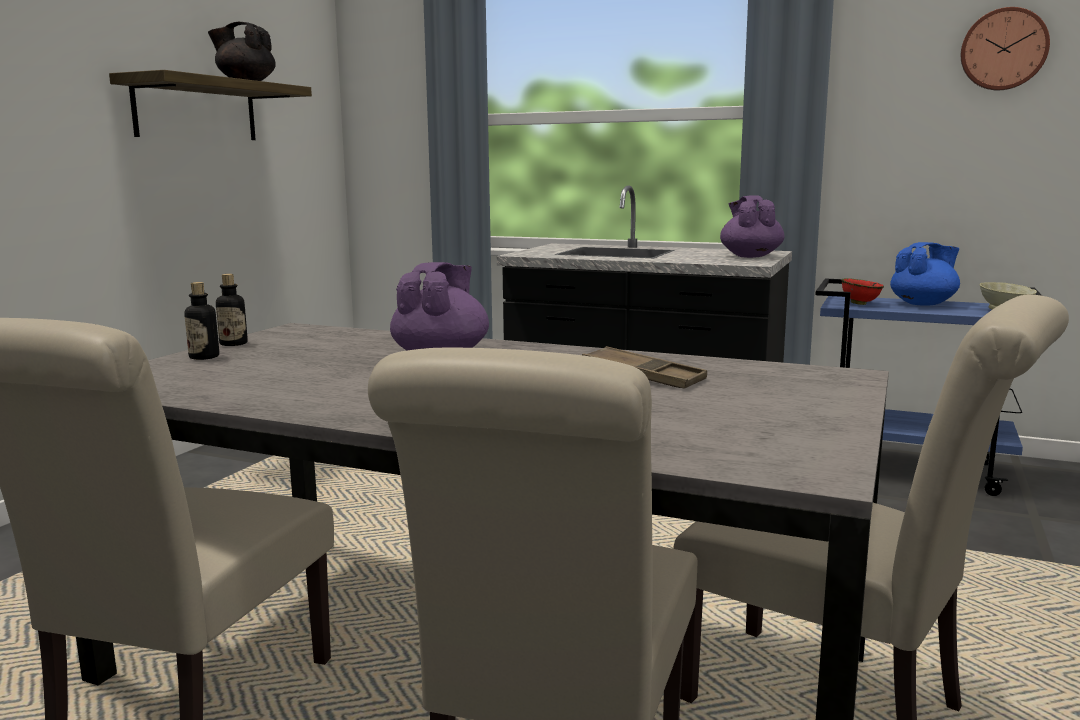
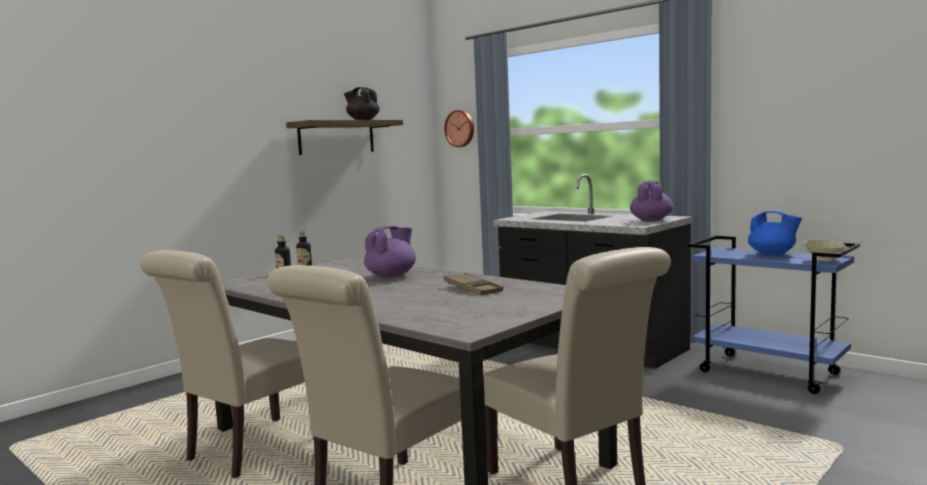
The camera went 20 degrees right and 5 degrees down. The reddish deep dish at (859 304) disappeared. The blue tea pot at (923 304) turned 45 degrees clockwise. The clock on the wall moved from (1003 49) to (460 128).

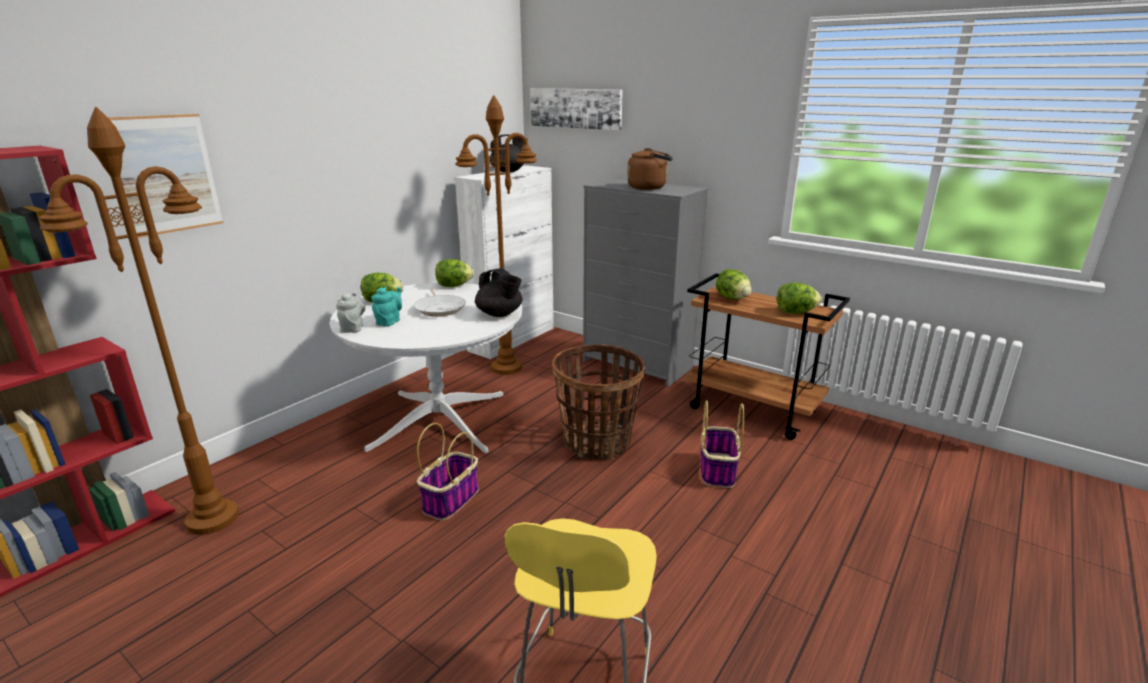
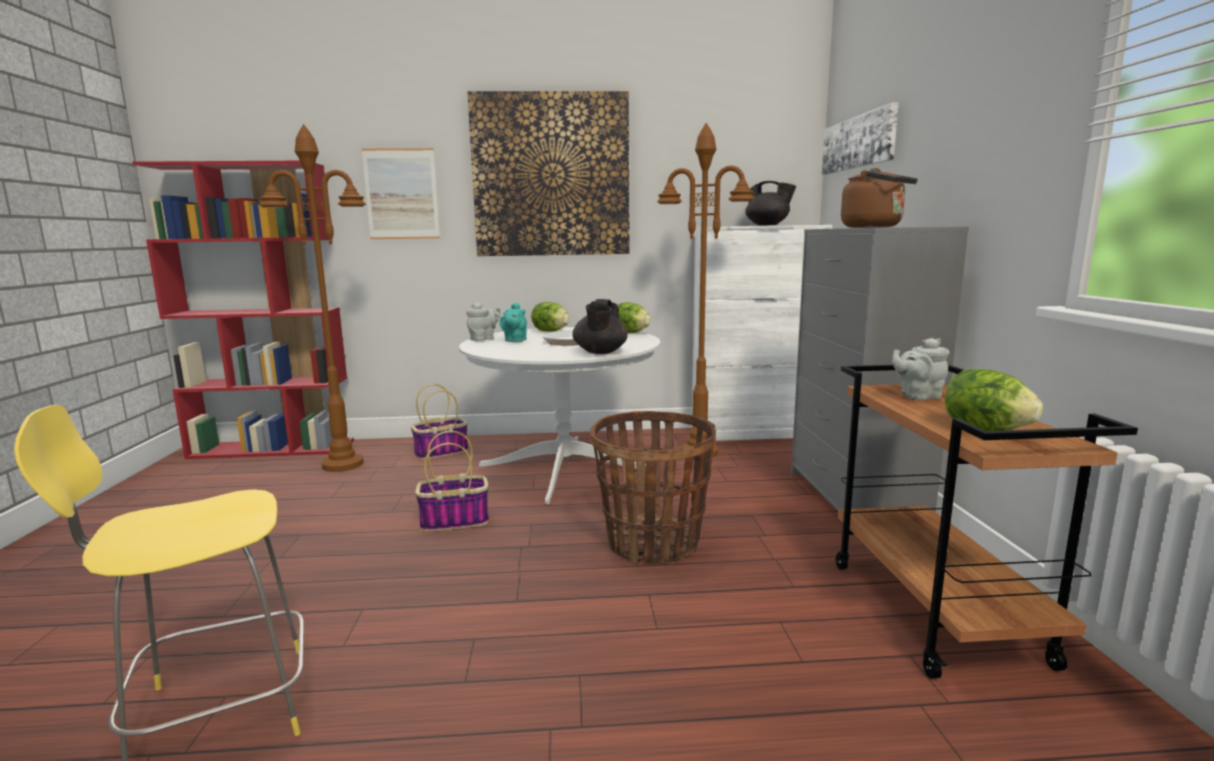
The camera went 50 degrees right and 10 degrees down. The blue-green tea pot at (389 321) turned 120 degrees clockwise. The household basket moved from (717 470) to (441 452). The head of lettuce at (732 298) was replaced by the grey tea pot at (917 396). The wall art at (551 175) appeared.

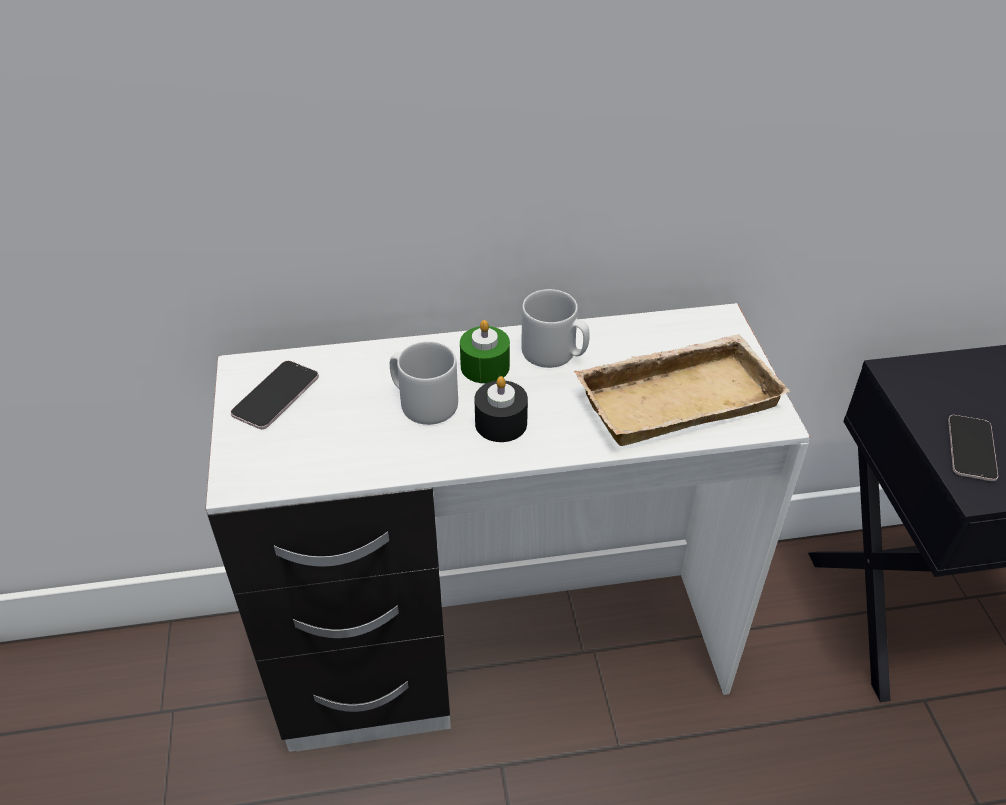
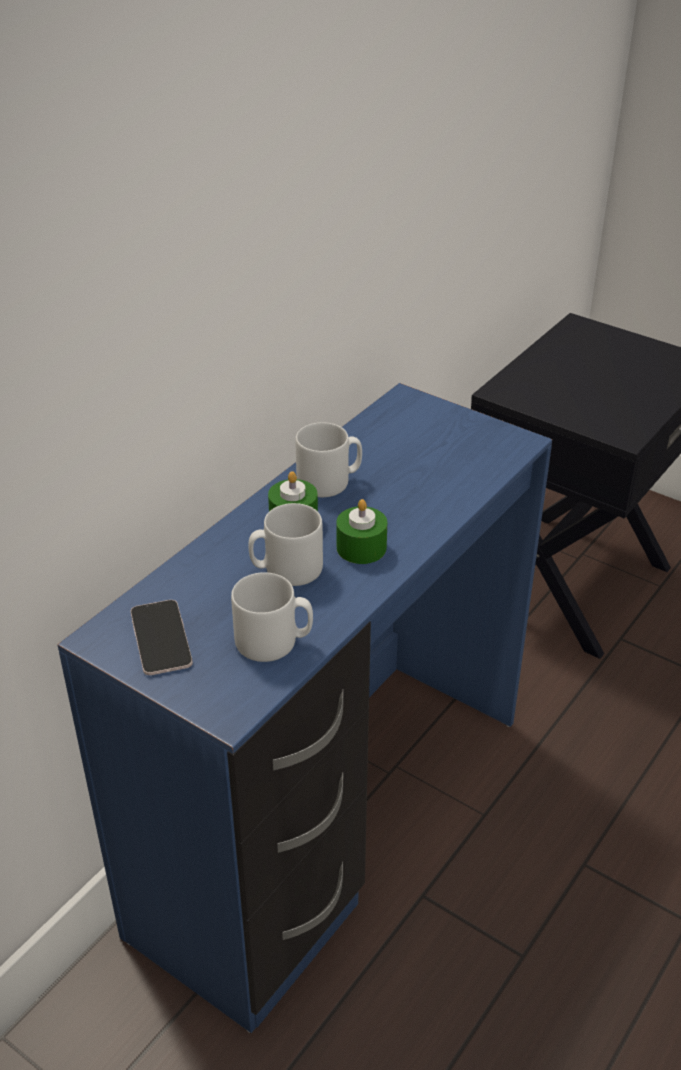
The camera went 45 degrees left and 5 degrees down. The white desk unit at (503 658) became the blue desk unit at (338 823). The black-coloured wax light at (501 423) became the green wax light at (361 547). The beige tray at (677 396) disappeared. The phone at (971 448) disappeared. The grey tea mug at (274 642) appeared.

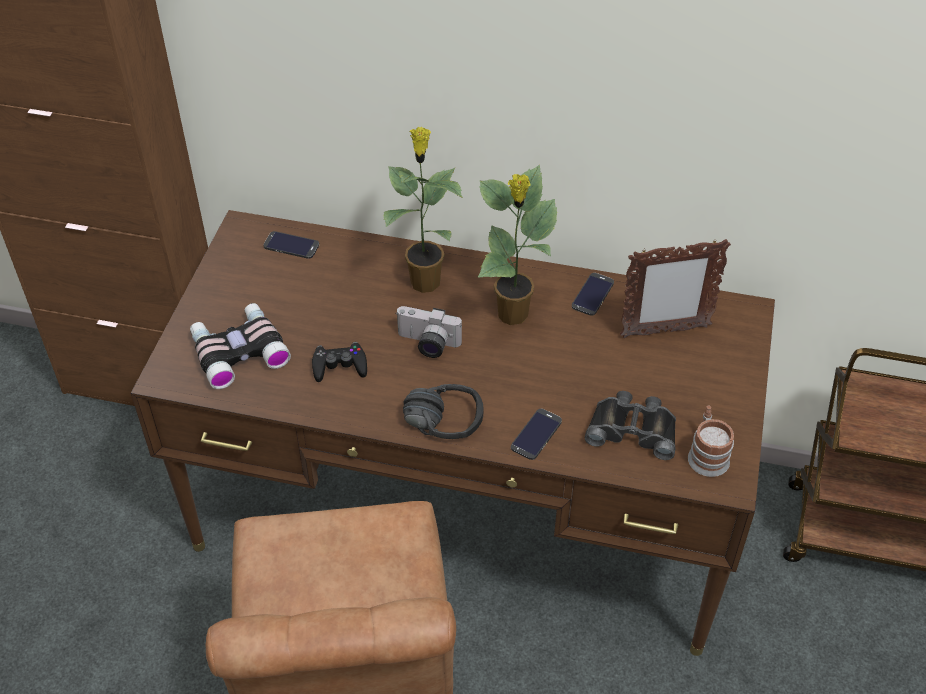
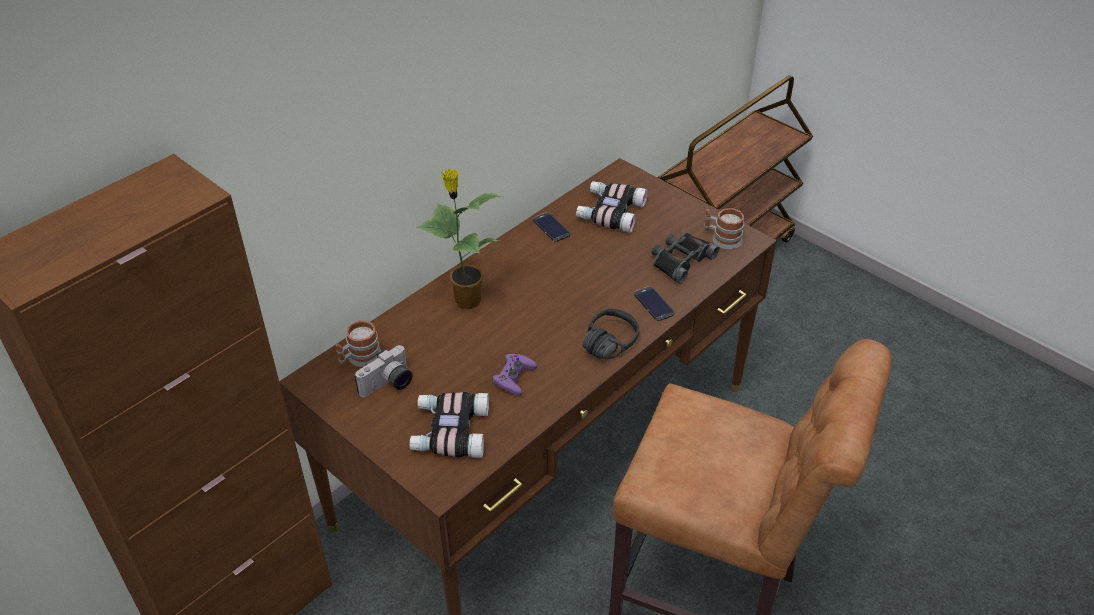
The camera went 60 degrees left and 5 degrees down. The phone at (291 245) was replaced by the tea mug at (359 358). The black-coloured gamepad at (339 366) became the purple gamepad at (514 378). The photo camera moved from (427 344) to (388 385). The plant in a pot at (513 315) disappeared. The photo frame at (664 331) was replaced by the binoculars at (610 212).

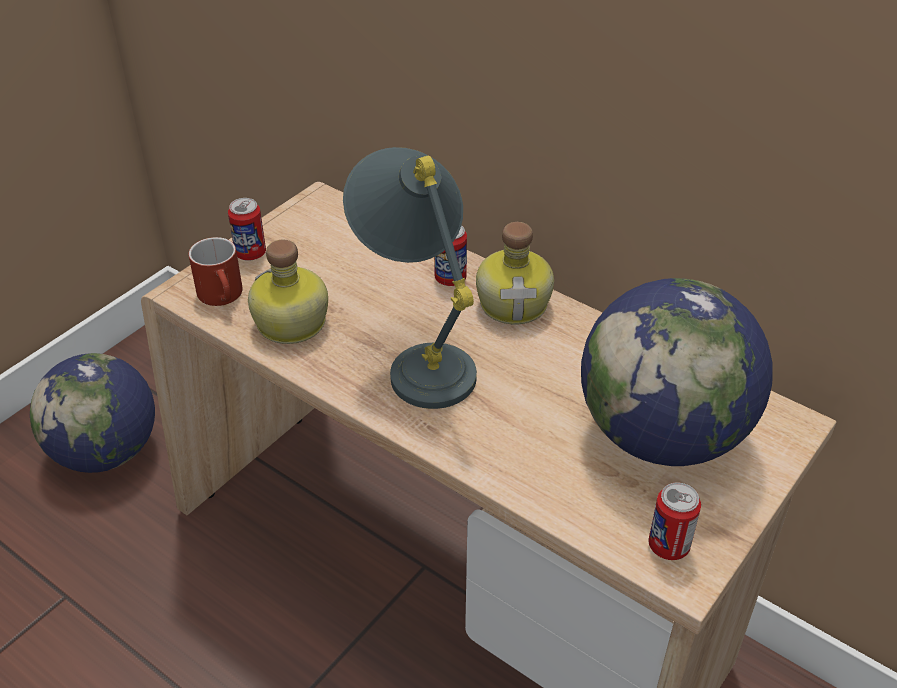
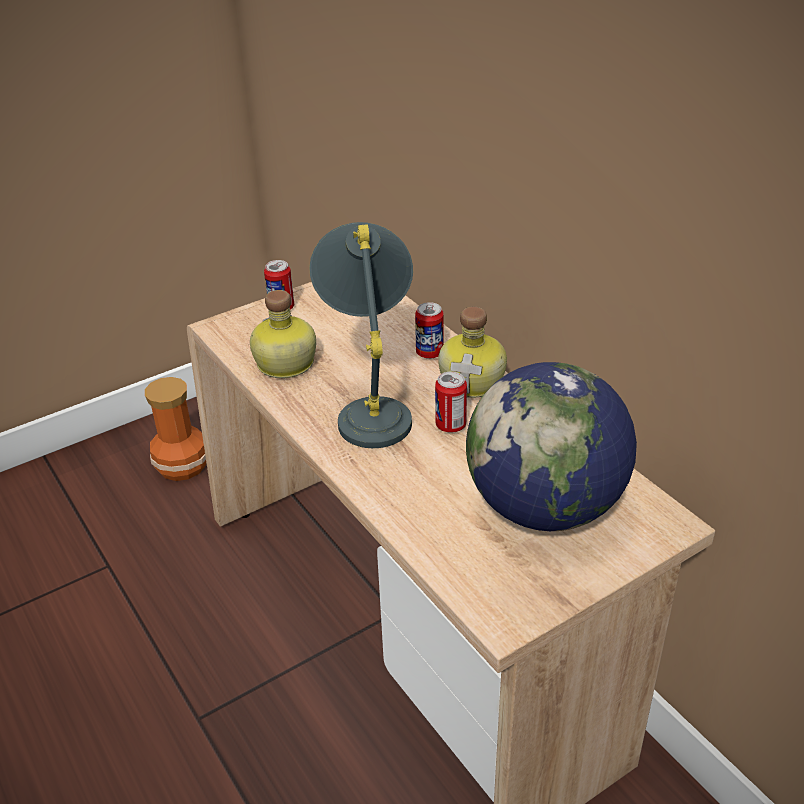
The camera went 20 degrees right and 5 degrees down. The desk globe at (106 452) was replaced by the flower vase at (181 466). The reddish tea mug at (224 296) disappeared. The sealed can moved from (668 546) to (450 425).

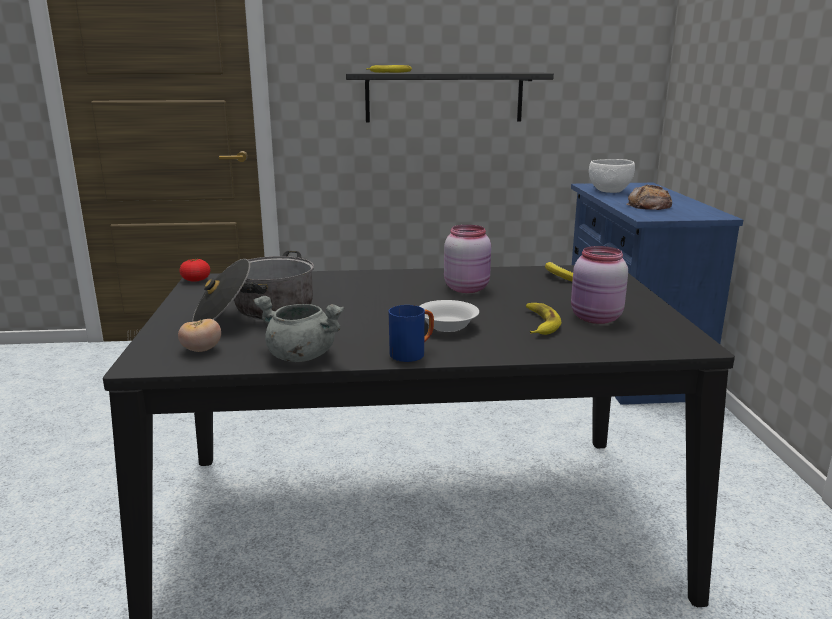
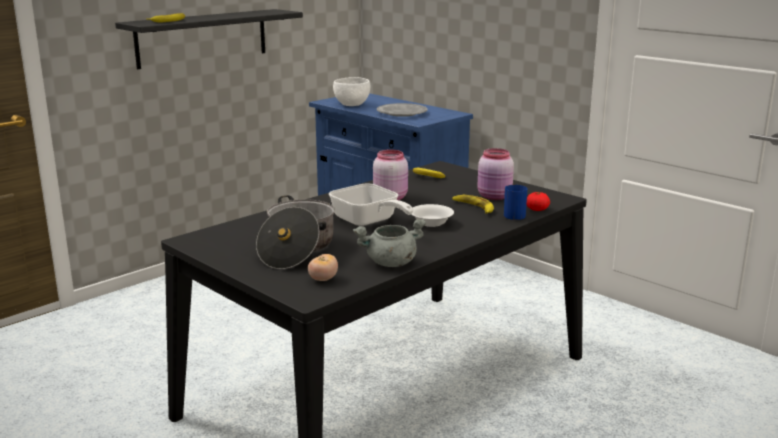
The camera went 40 degrees left and 0 degrees up. The whole tomato moved from (196 280) to (537 209). The blue tea mug moved from (412 354) to (515 215). The bread at (649 206) was replaced by the grey flat dish at (402 113). The skillet at (368 222) appeared.

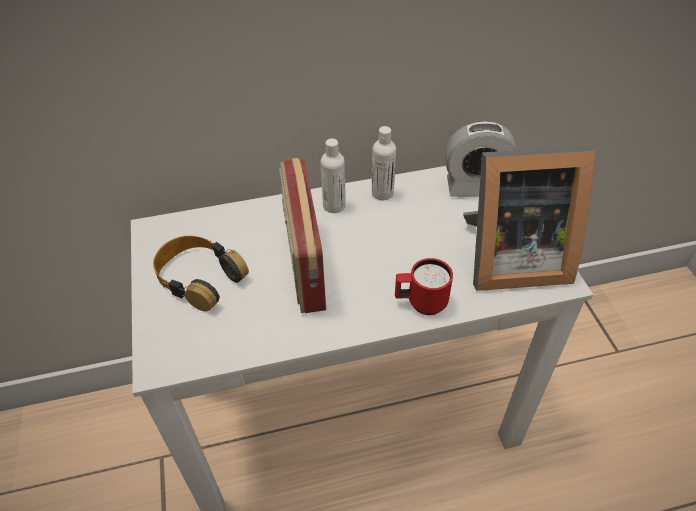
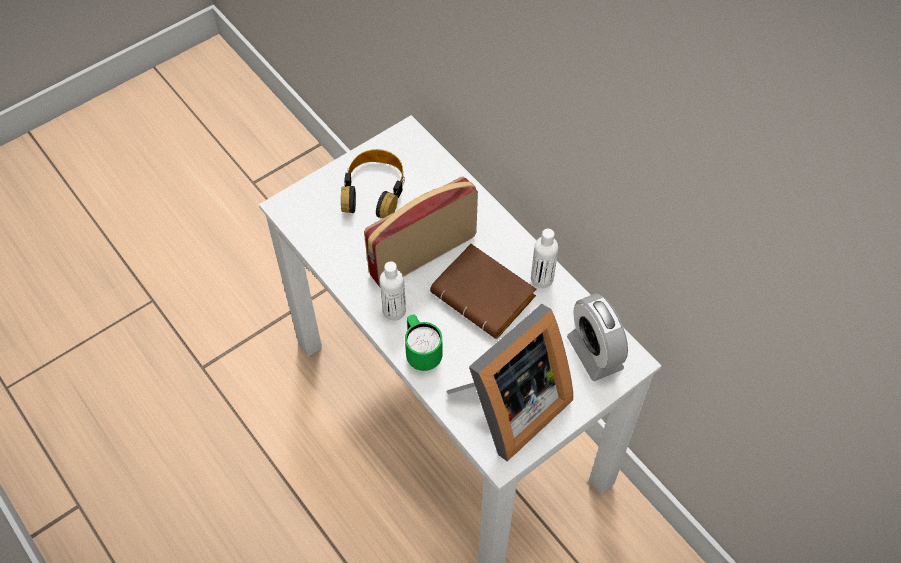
The camera went 65 degrees right and 10 degrees up. The white beverage bottle moved from (334 205) to (394 310). The reddish tea mug at (420 303) became the green tea mug at (421 353). The photo frame at (509 259) turned 105 degrees counterclockwise. The brown-coloured volume at (486 296) appeared.

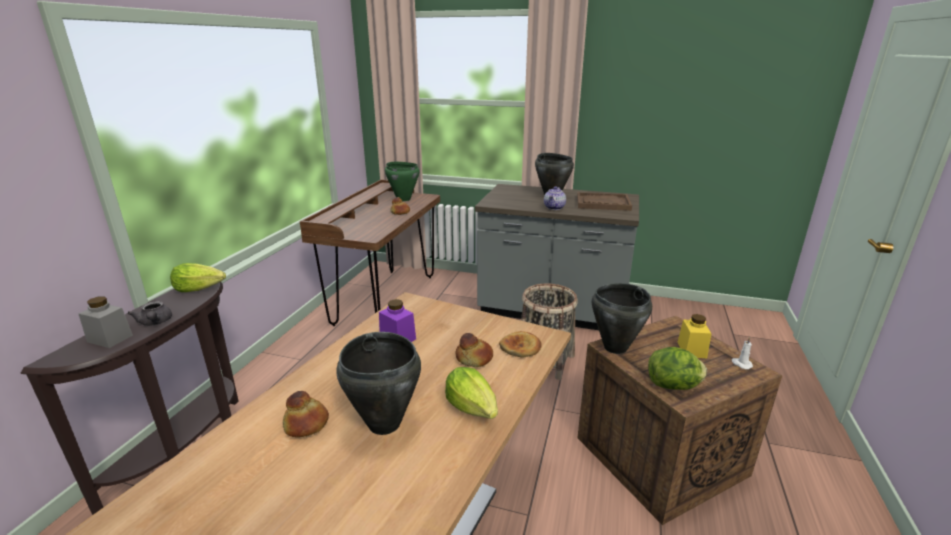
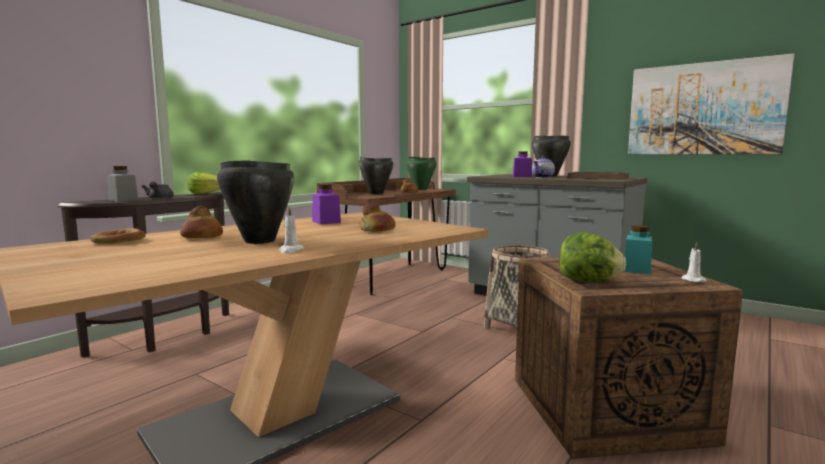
The camera went 20 degrees right and 15 degrees down. The head of lettuce at (472 408) disappeared. The bread moved from (521 347) to (118 241). The black-coloured cooking pot moved from (614 347) to (376 194). The yellowish storage jar at (691 350) became the blue-green storage jar at (636 269). The white wax light at (290 250) appeared. The purple storage jar at (522 176) appeared. The wall art at (703 109) appeared.

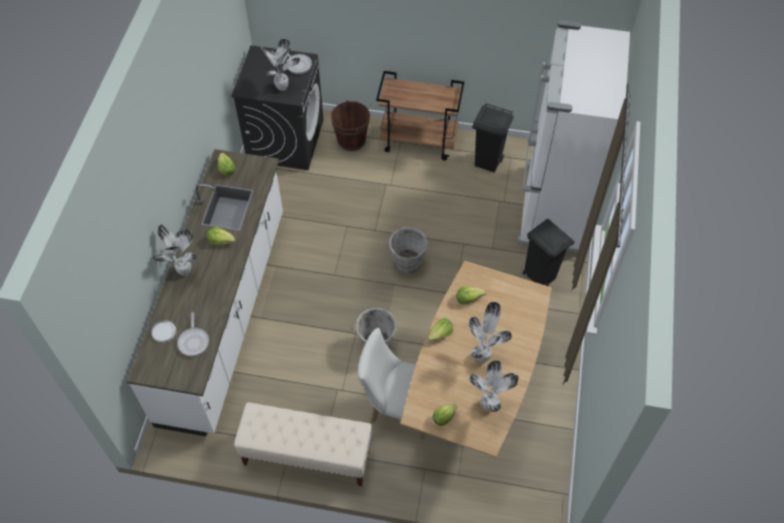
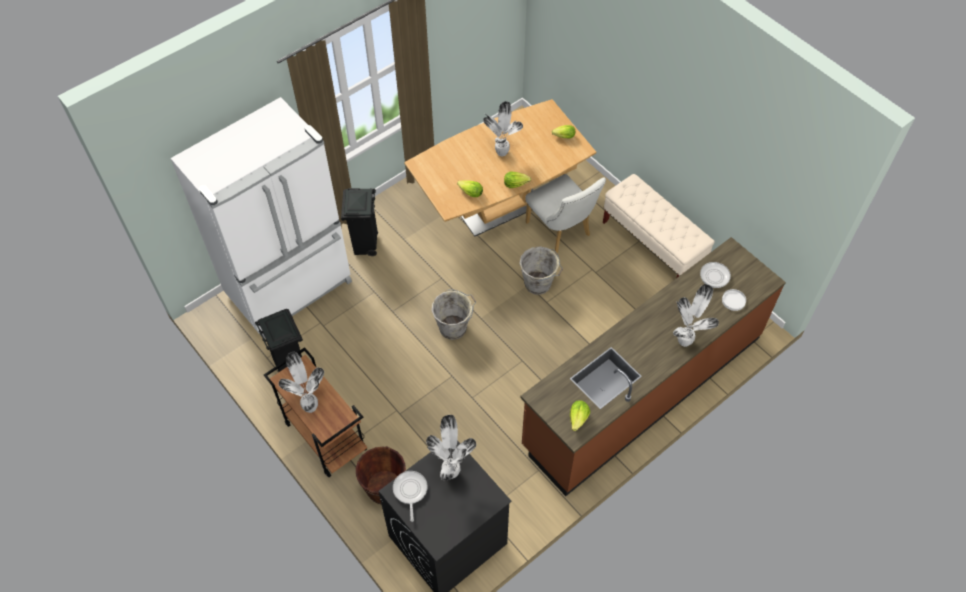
The camera went 140 degrees left and 0 degrees up. The white kitchen base unit at (225 315) became the brown-coloured kitchen base unit at (642 390). The head of lettuce at (221 240) disappeared. The plant in a pot moved from (489 406) to (310 406).

